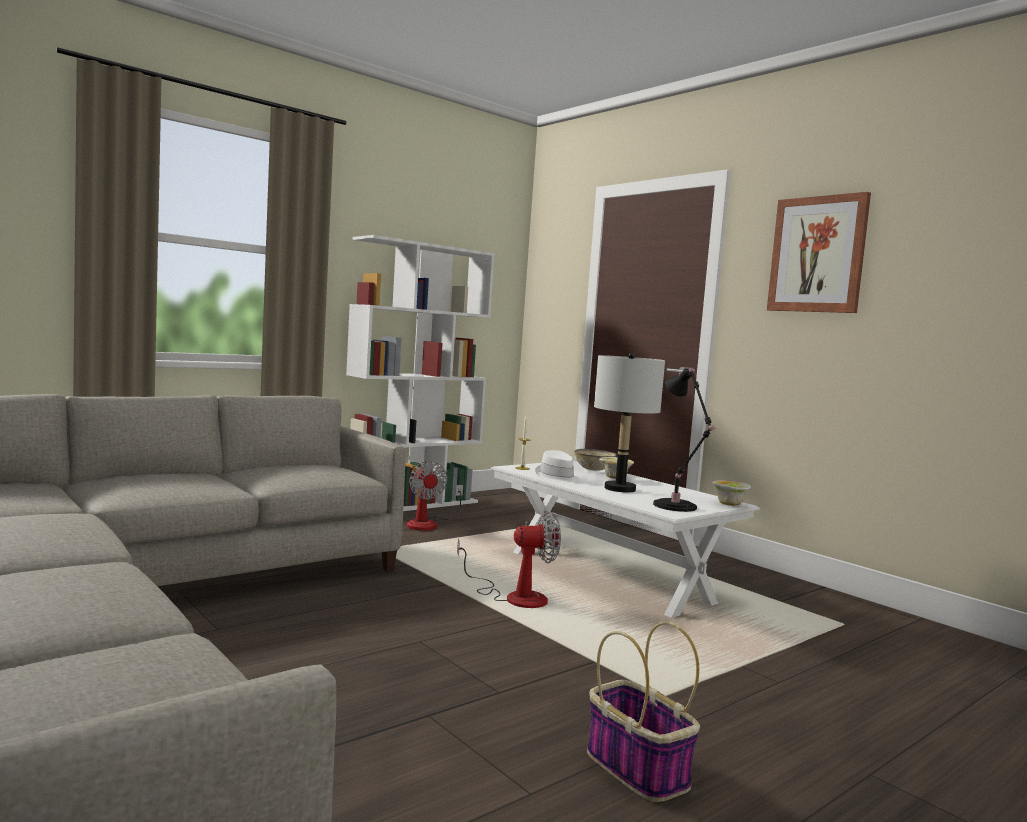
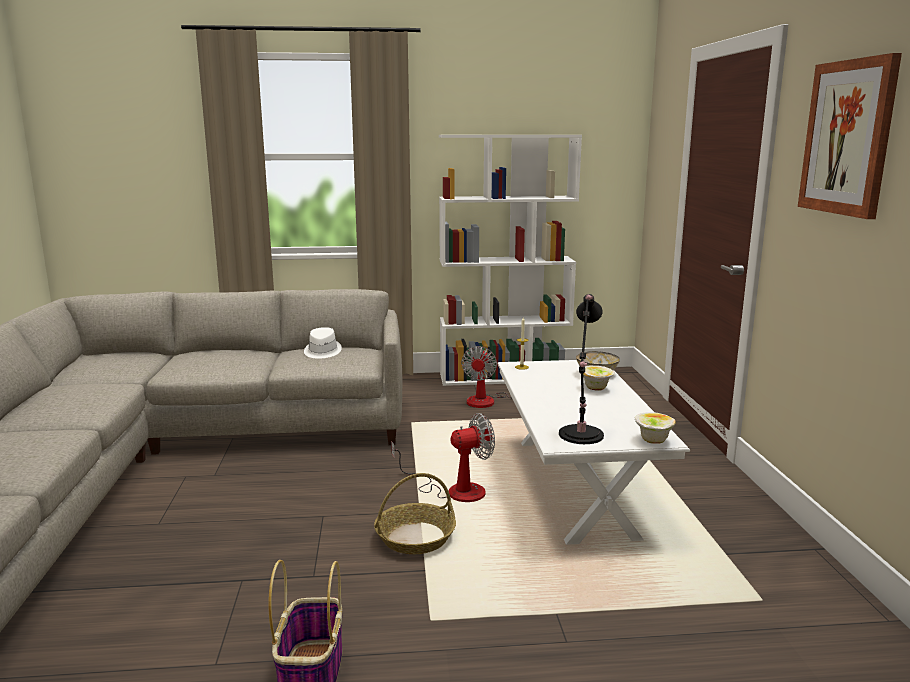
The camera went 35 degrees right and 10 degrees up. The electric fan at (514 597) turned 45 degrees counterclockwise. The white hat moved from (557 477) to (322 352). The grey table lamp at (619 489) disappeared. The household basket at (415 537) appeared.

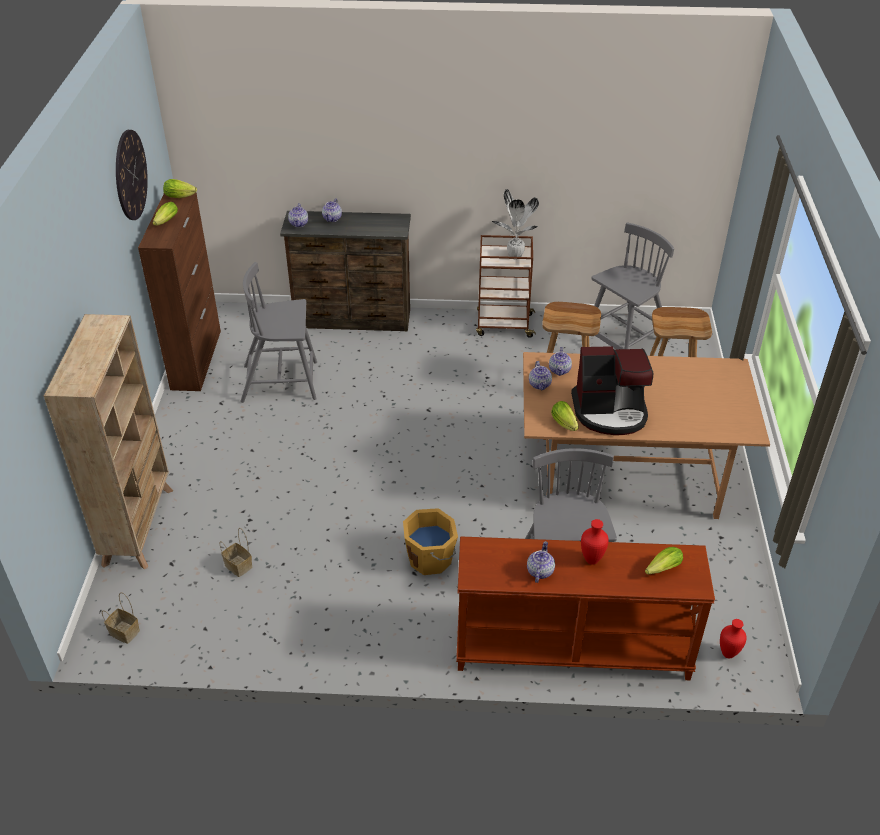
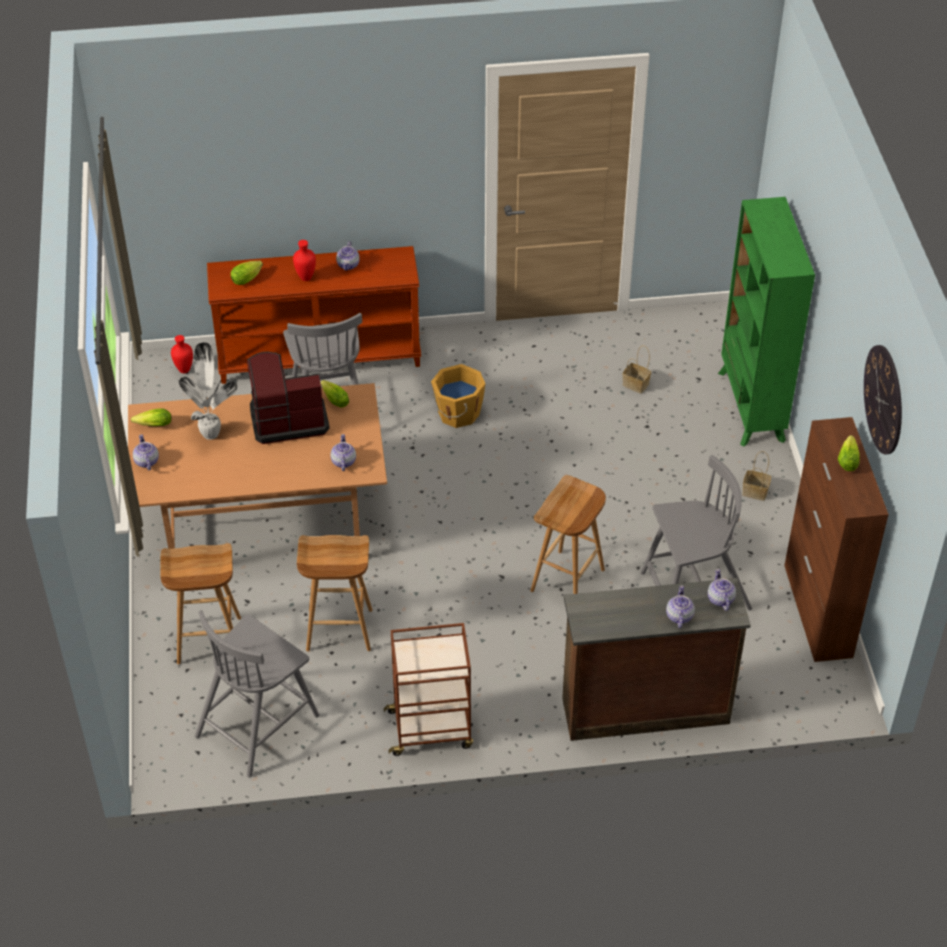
The camera went 170 degrees right and 5 degrees up. The beige bookcase at (139 526) became the green bookcase at (751 407). The household basket moved from (123 632) to (756 491). The head of lettuce moved from (181 196) to (152 425). The plant in a pot moved from (515 257) to (211 432). The tea pot moved from (540 384) to (146 461). The brown-coloured stool at (568 581) appeared.

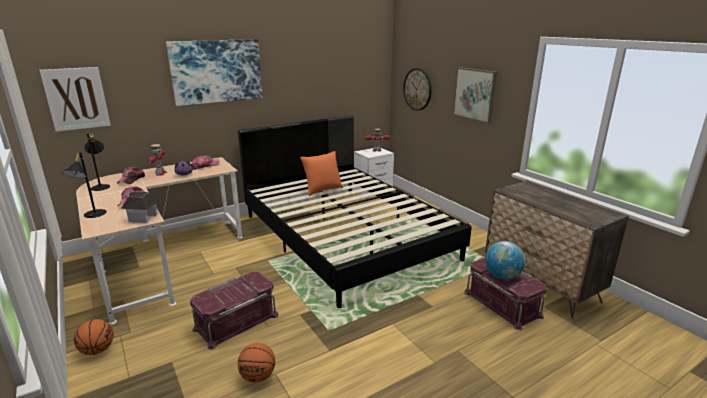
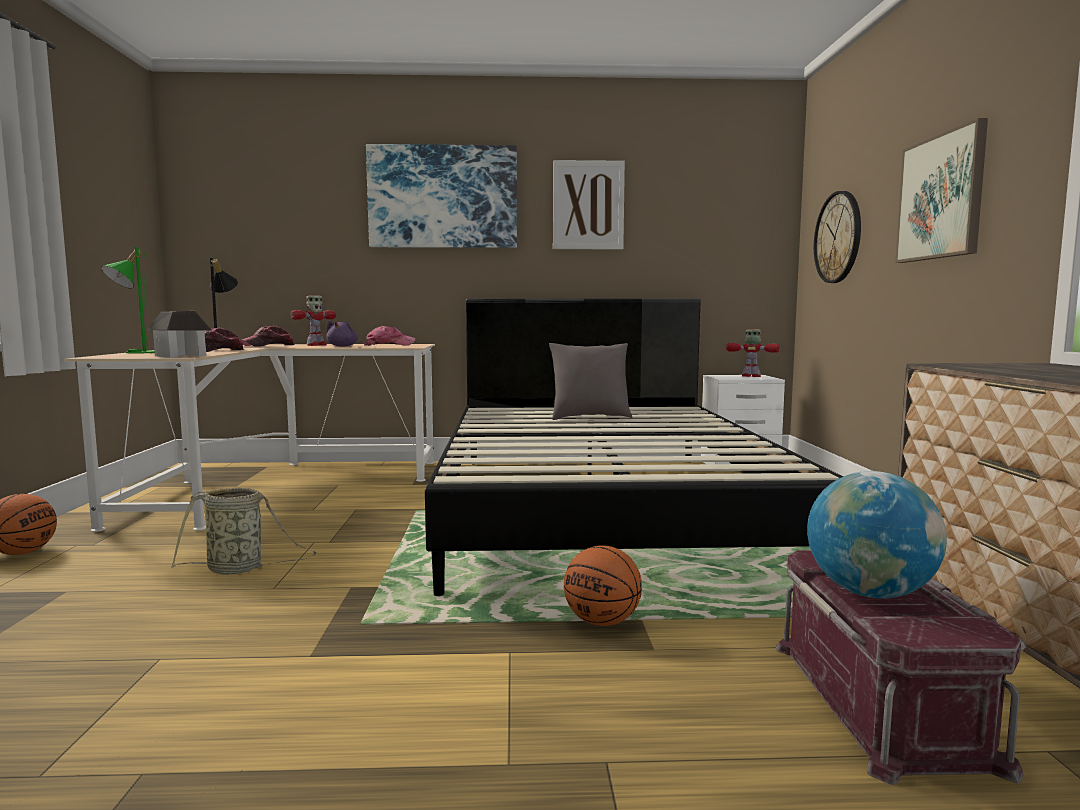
The camera went 30 degrees right and 15 degrees down. The wall art moved from (76 99) to (588 205). The black-coloured table lamp at (91 215) became the green table lamp at (136 352). The reddish storage box at (236 321) was replaced by the household basket at (239 569). The ball for basketball moved from (258 376) to (602 621). The orangey pillow at (322 190) became the grey pillow at (589 417).

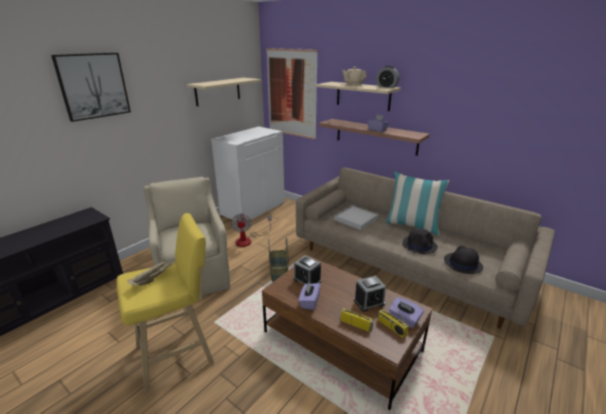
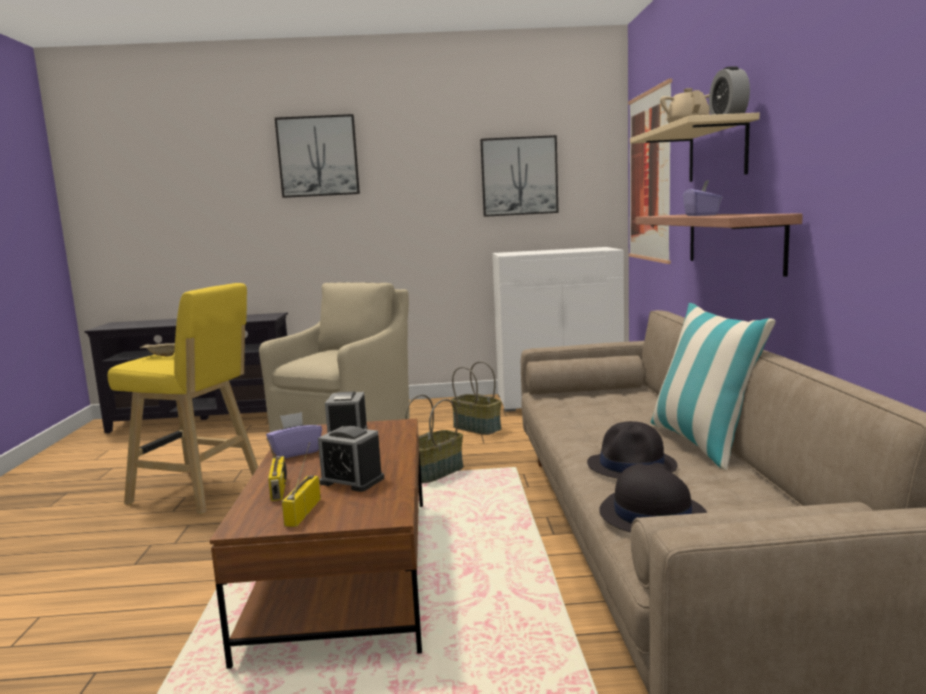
The camera went 50 degrees right and 15 degrees down. The beige shelf at (218 91) was replaced by the wall art at (519 176). The electric fan at (248 240) was replaced by the household basket at (477 428). The white tray at (356 219) disappeared. The purple box of tissues at (404 319) disappeared.

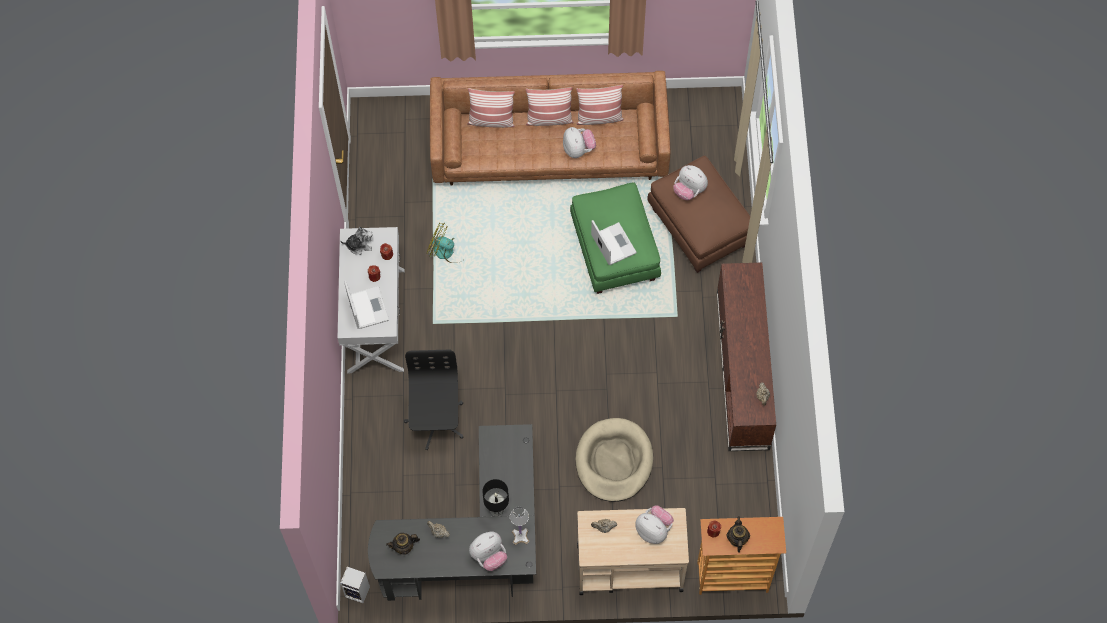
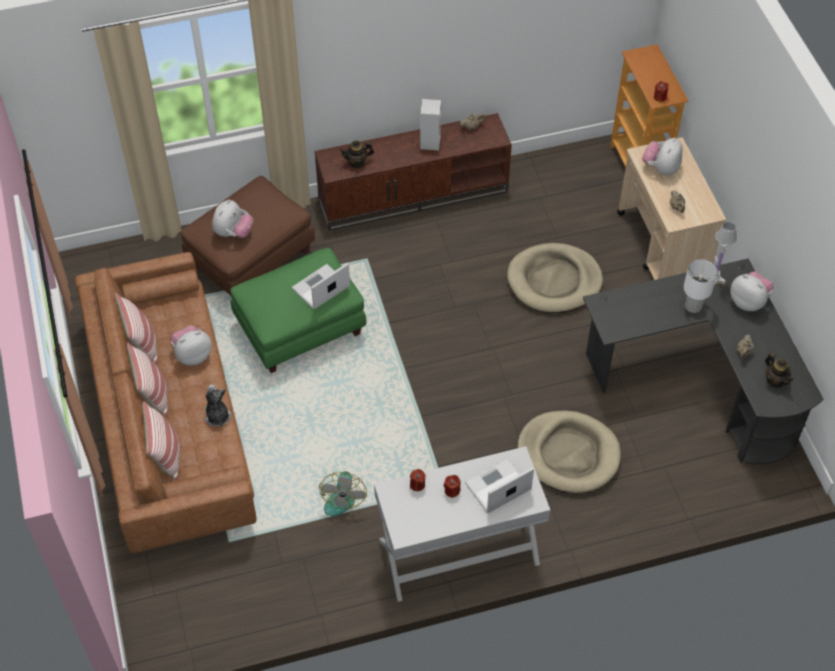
The camera went 105 degrees left and 10 degrees down. The soft toy moved from (359 245) to (217 416). The speaker moved from (358 592) to (430 141). The black-coloured computer chair at (436 421) was replaced by the beige pet bed at (568 454). The black-coloured table lamp at (497 508) became the white table lamp at (693 306). The tea pot moved from (737 539) to (357 162).

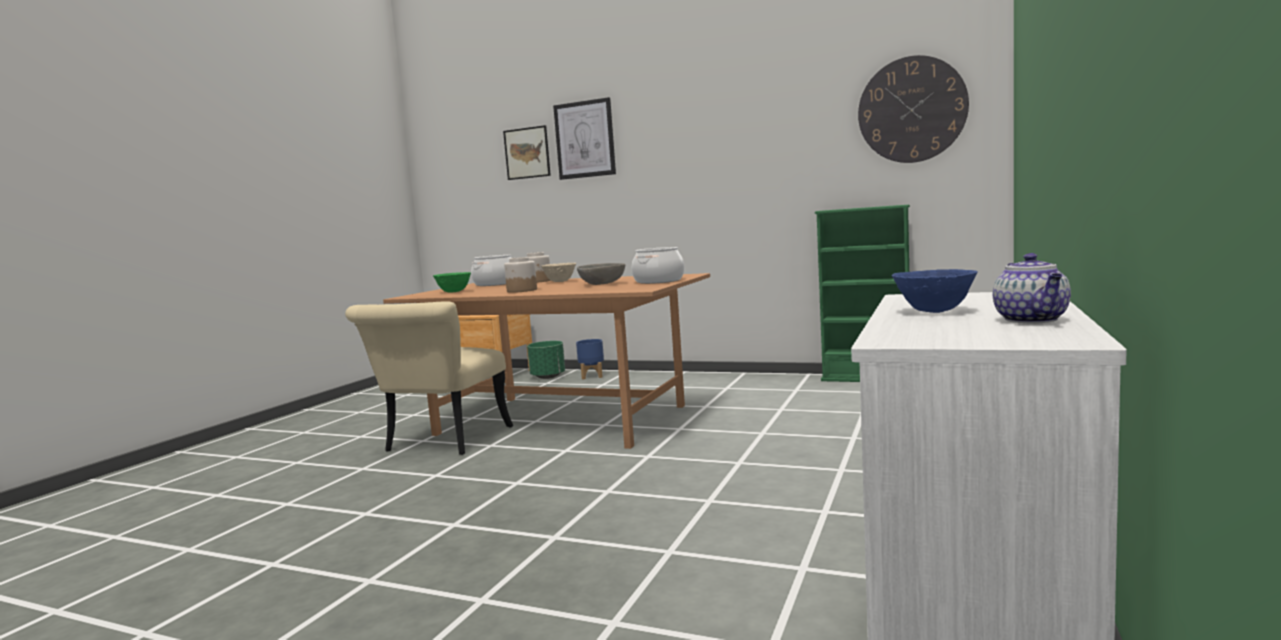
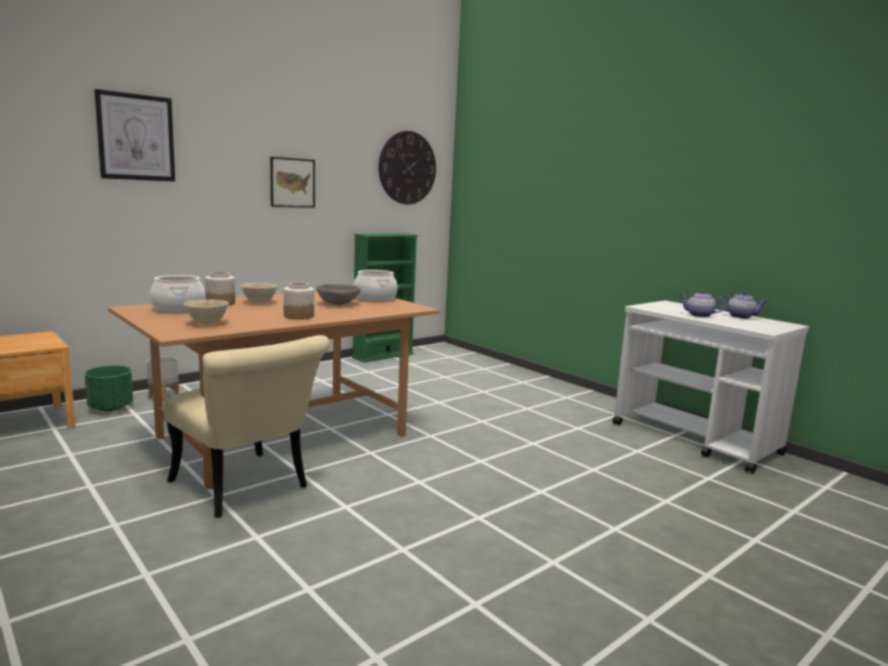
The camera went 65 degrees left and 5 degrees up. The green deep dish at (454 292) became the beige deep dish at (206 323). The wall art moved from (527 153) to (292 182). The blue flower pot at (592 376) became the grey flower pot at (164 396). The blue deep dish at (933 311) was replaced by the tea pot at (699 315).

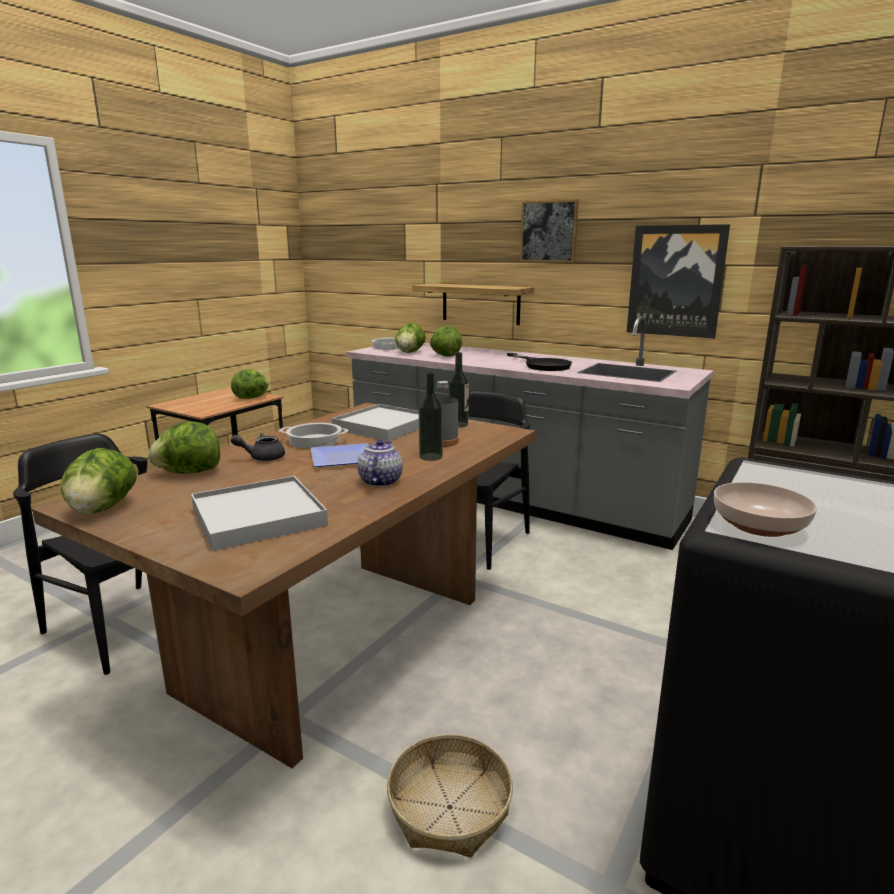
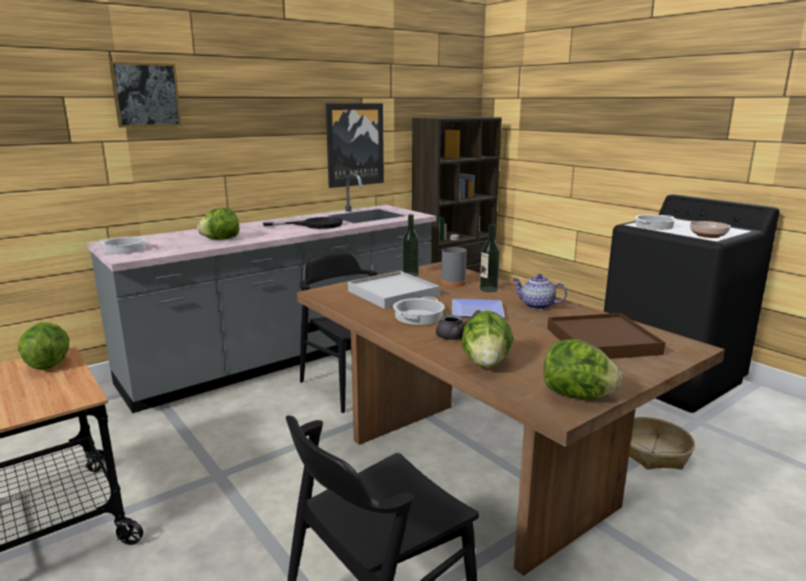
The camera went 70 degrees left and 0 degrees up. The white tray at (258 517) became the brown-coloured tray at (601 341). The grey tea pot at (262 457) turned 105 degrees counterclockwise. The head of lettuce at (410 352) disappeared. The shelf at (480 303) disappeared. The wall art moved from (549 231) to (146 95). The cooking pot at (654 226) appeared.

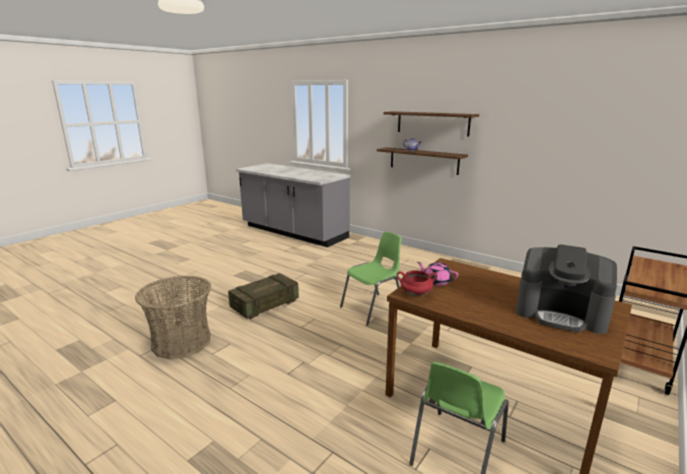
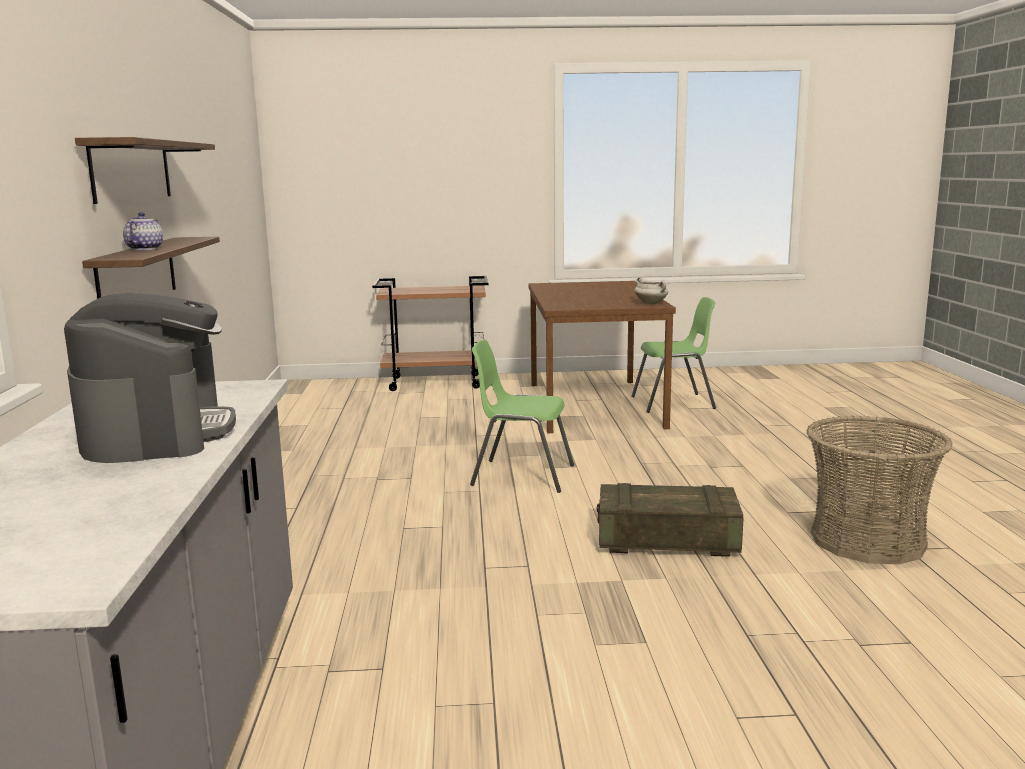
The camera went 130 degrees left and 5 degrees down. The reddish cooking pot at (415 294) became the white cooking pot at (651 304). The pinkish tea pot at (436 281) disappeared. The coffee machine moved from (560 313) to (157 433).

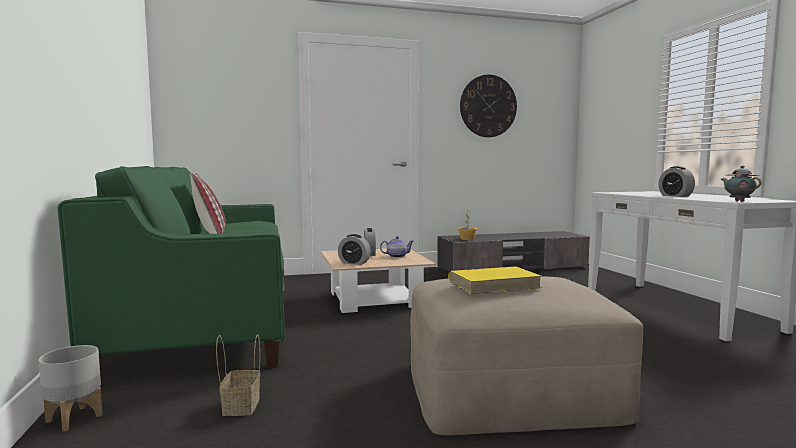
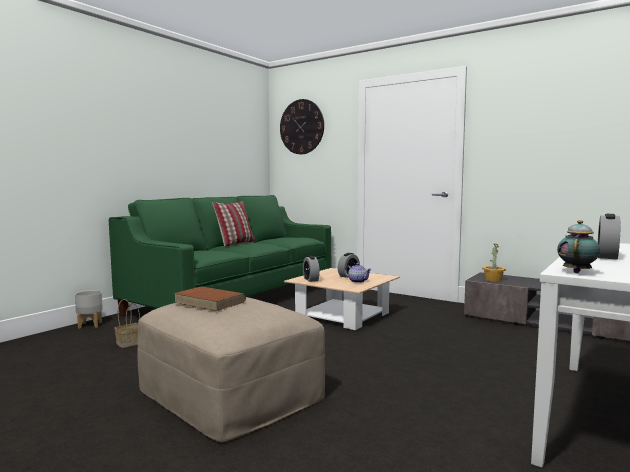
The camera went 50 degrees right and 0 degrees up. The yellowish volume at (494 284) became the brown-coloured volume at (210 302). The clock on the wall moved from (488 106) to (301 127).

